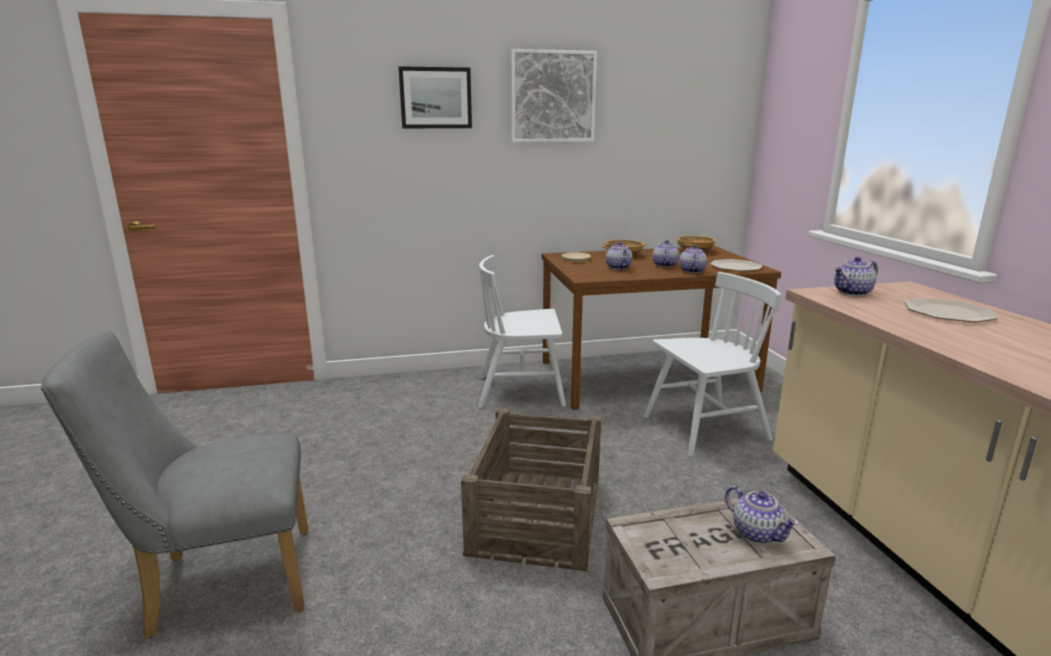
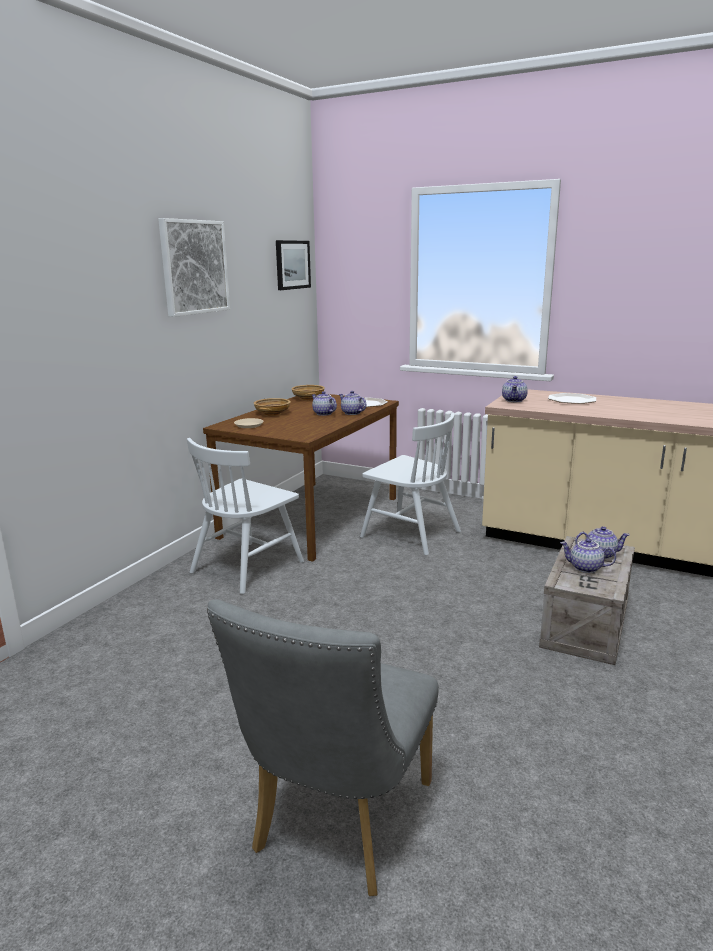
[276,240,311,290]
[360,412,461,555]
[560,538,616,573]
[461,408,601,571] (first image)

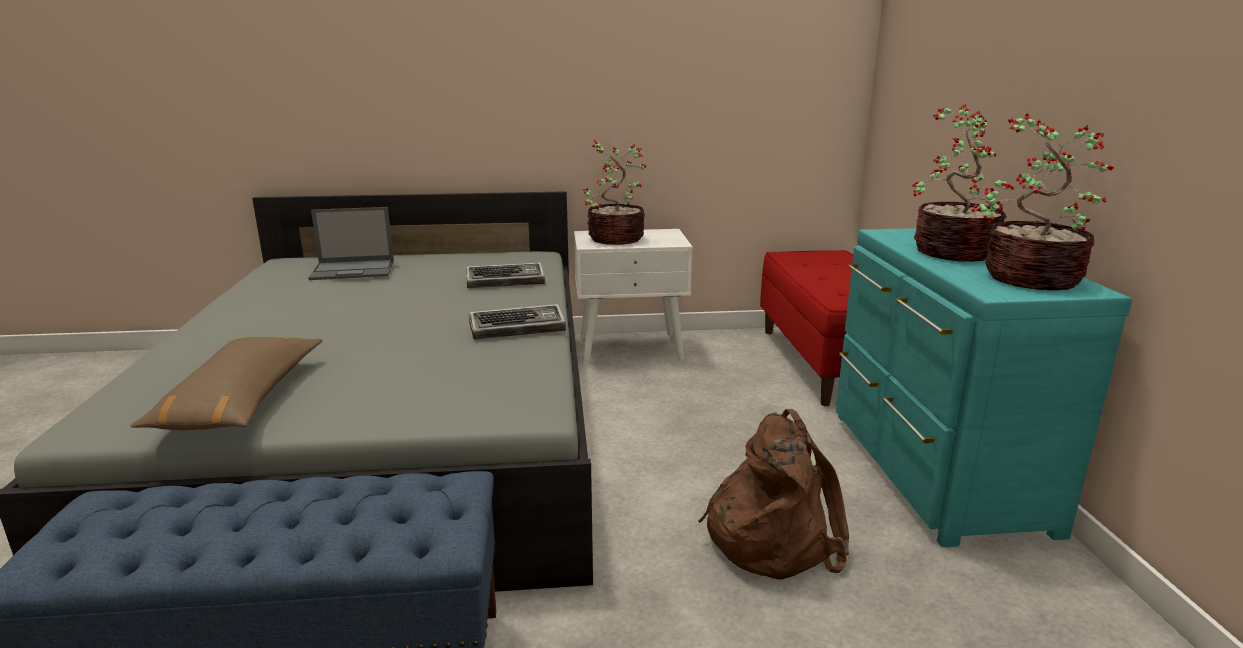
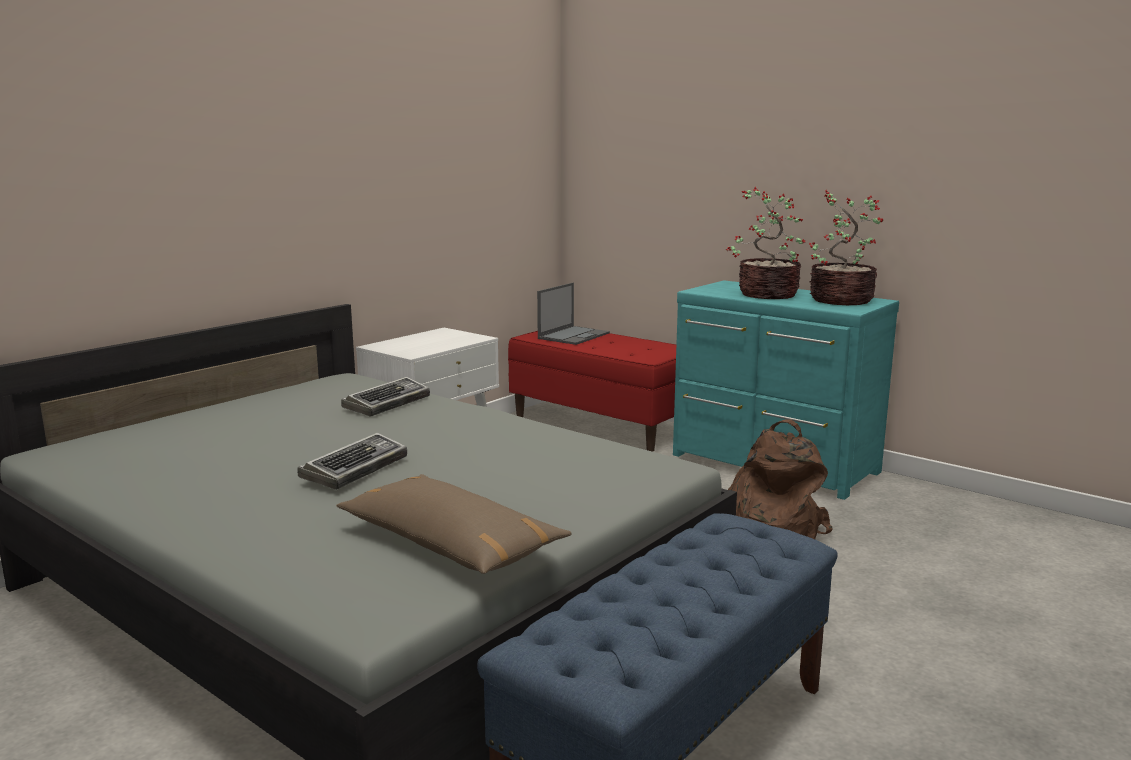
[297,433,407,490]
[537,283,610,345]
[583,139,647,245] (first image)

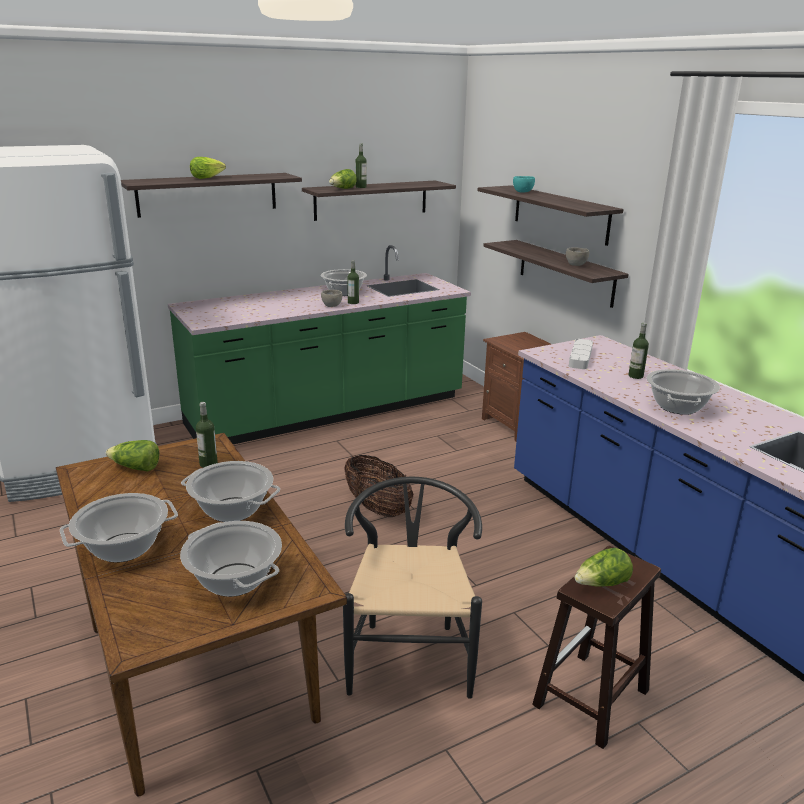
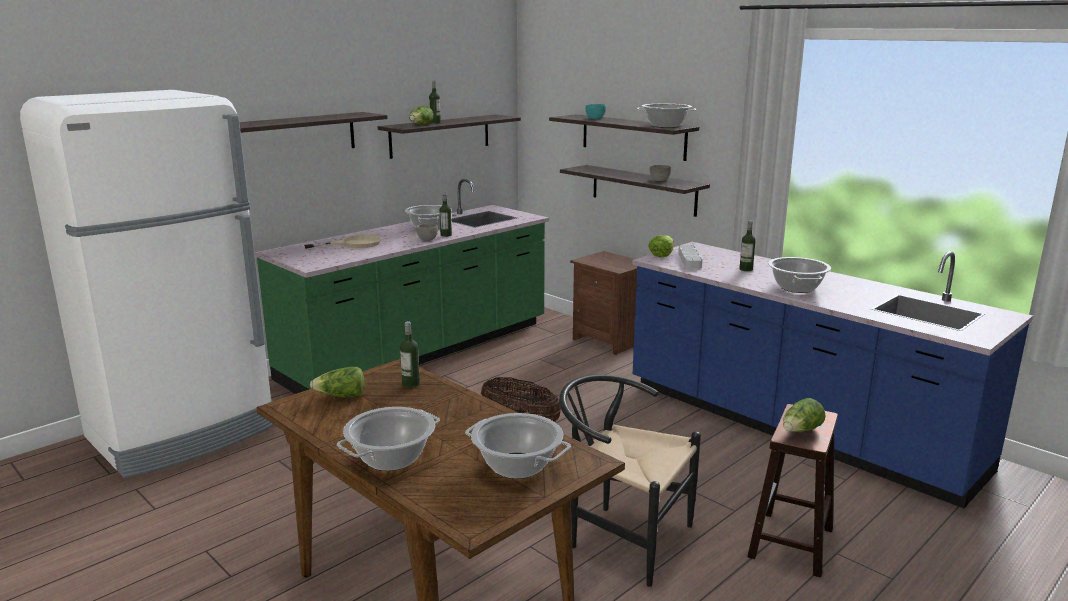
[303,235,381,249]
[559,374,701,587]
[637,104,697,128]
[648,235,674,257]

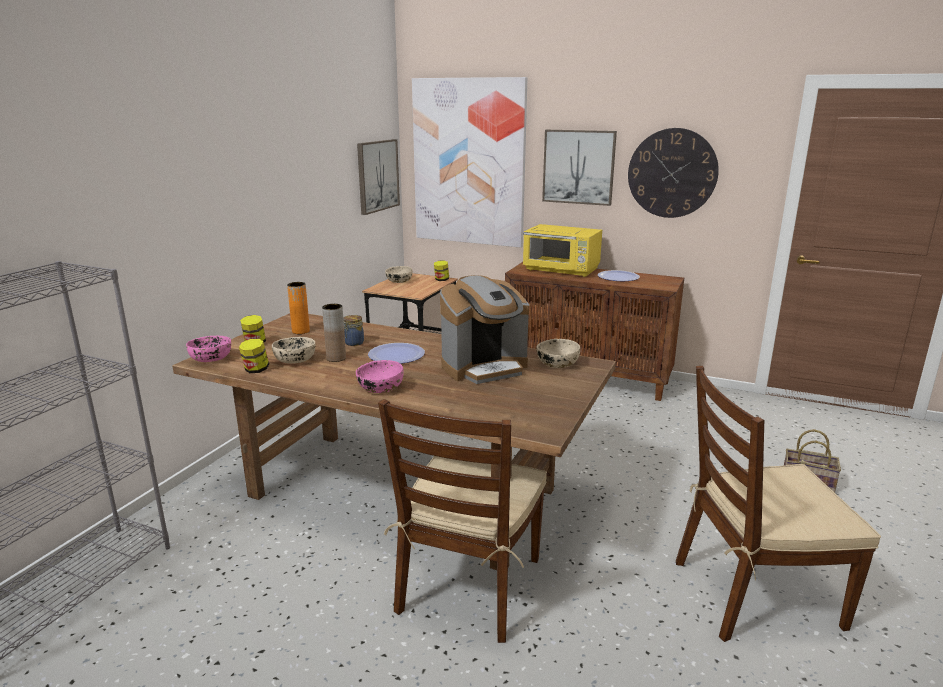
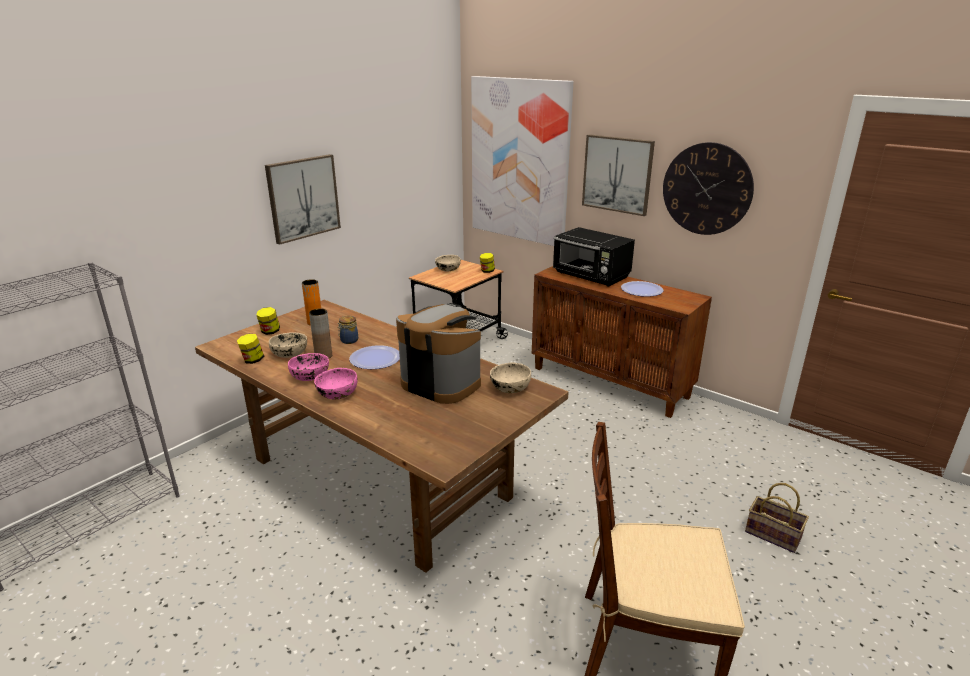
[265,154,341,245]
[288,353,329,381]
[396,303,481,404]
[553,227,635,287]
[378,399,547,643] (first image)

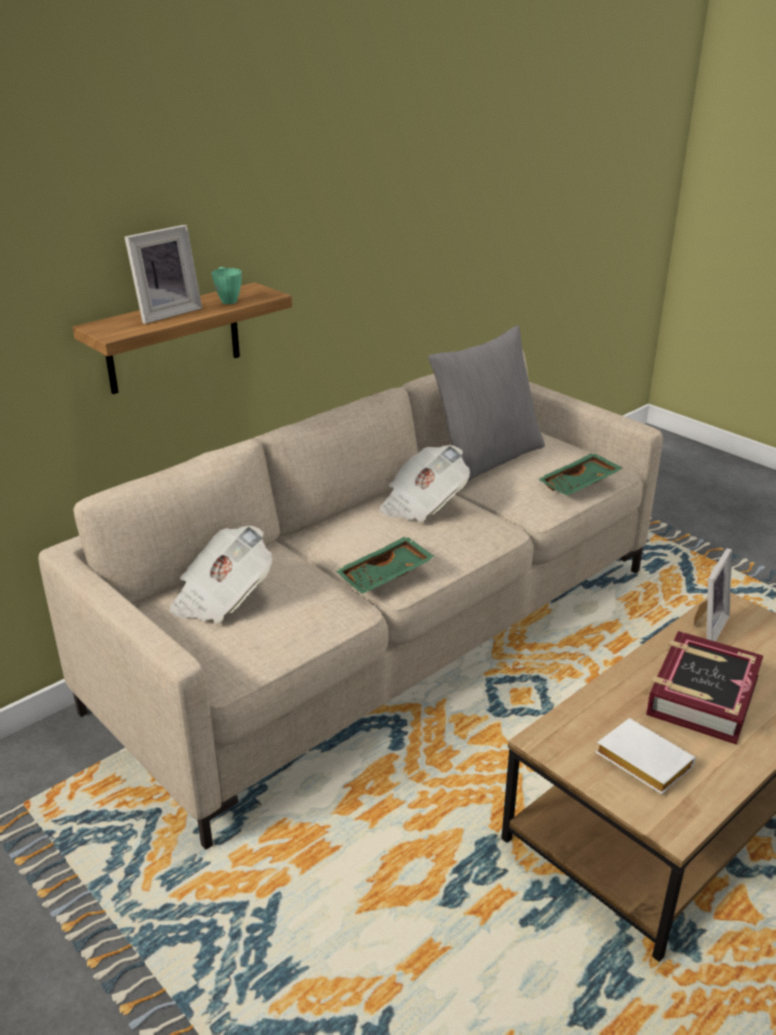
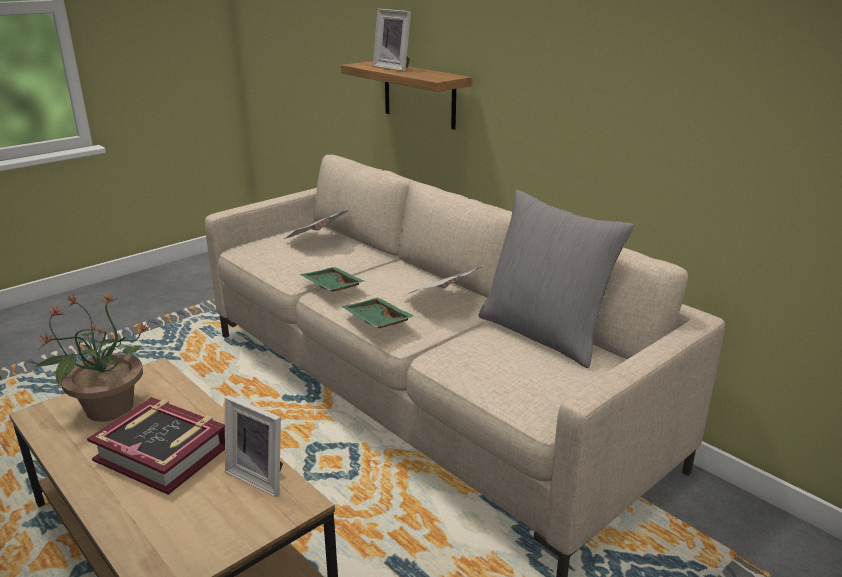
[34,292,149,422]
[341,298,415,328]
[212,267,242,304] (first image)

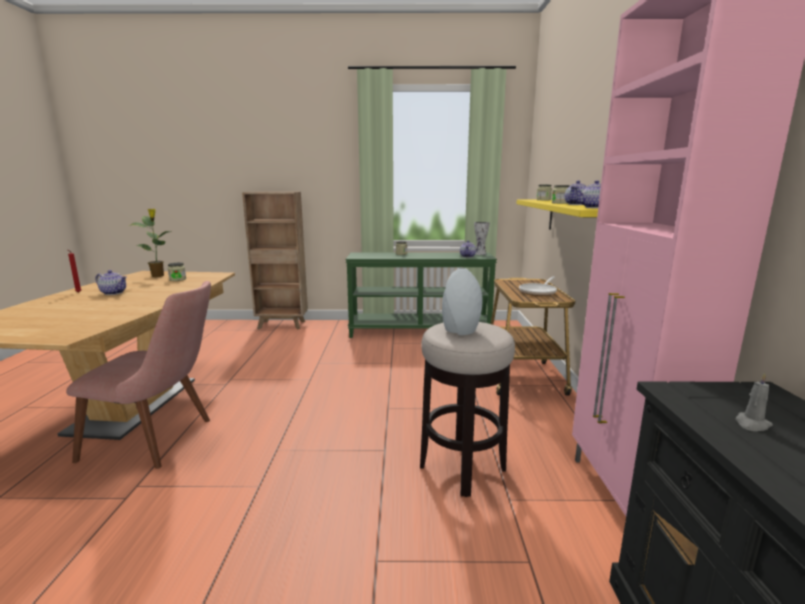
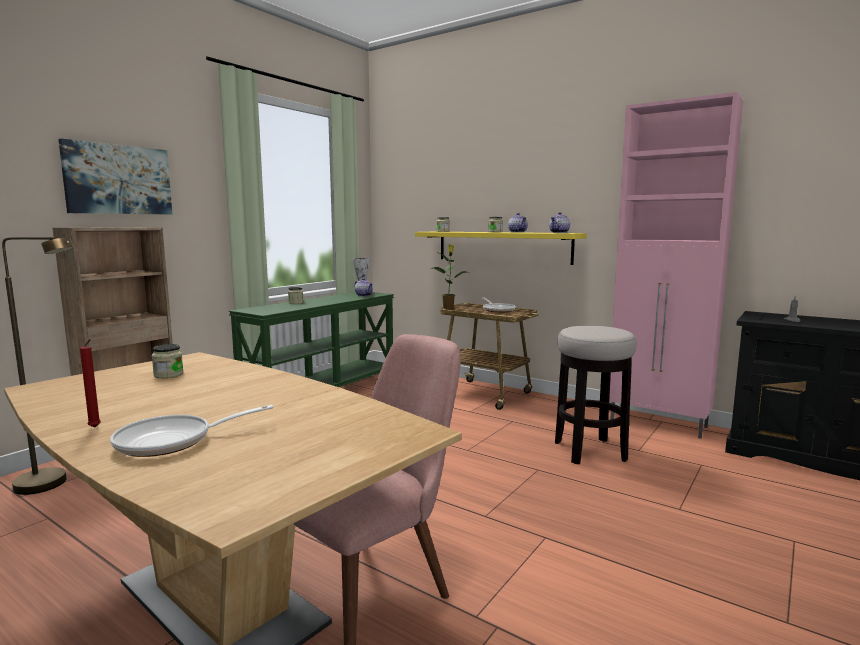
[2,237,74,495]
[58,139,172,215]
[110,405,274,457]
[430,244,468,309]
[96,270,127,295] (first image)
[442,268,483,335] (first image)

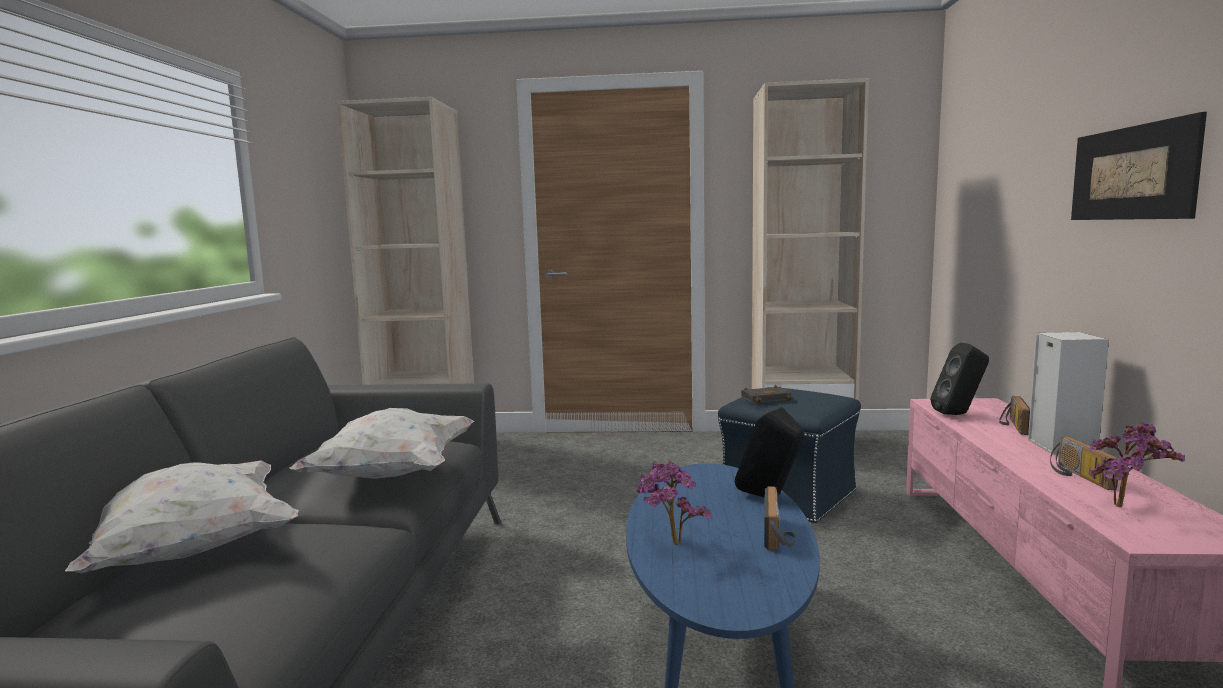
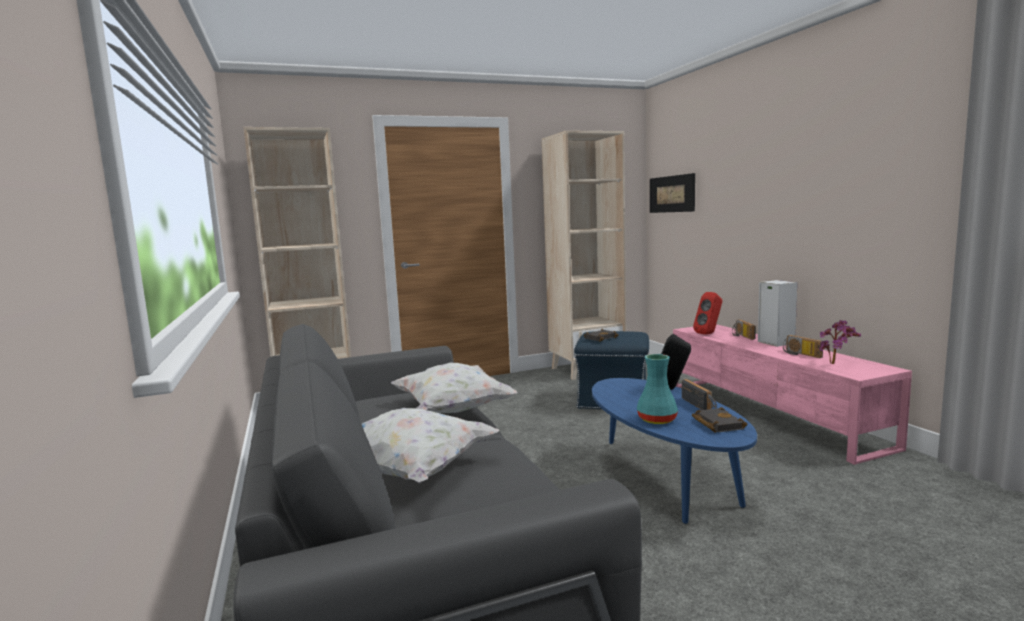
[637,354,678,424]
[650,173,695,213]
[692,407,747,433]
[693,292,722,334]

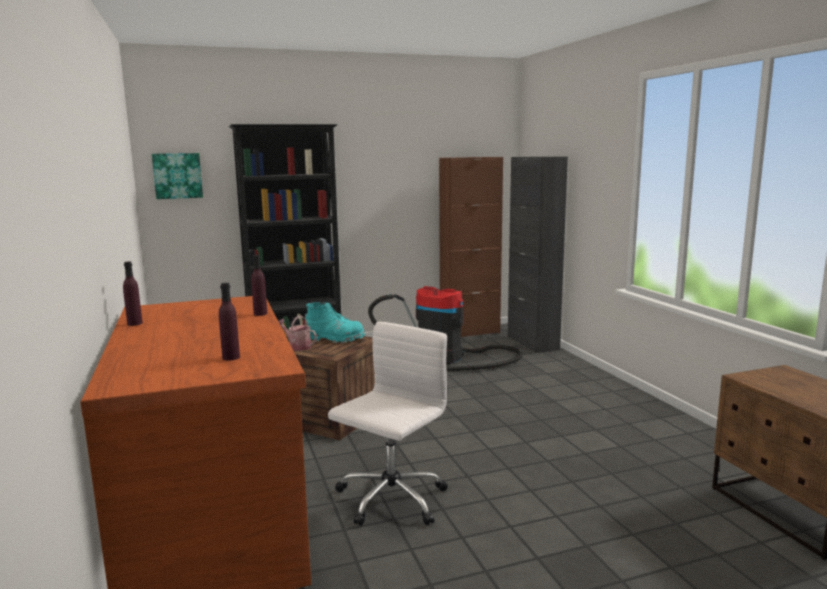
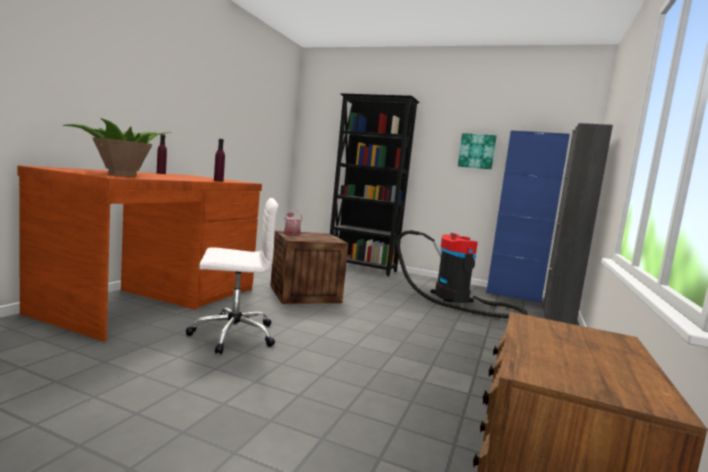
[63,118,171,177]
[458,133,496,169]
[486,130,570,303]
[305,302,365,343] (first image)

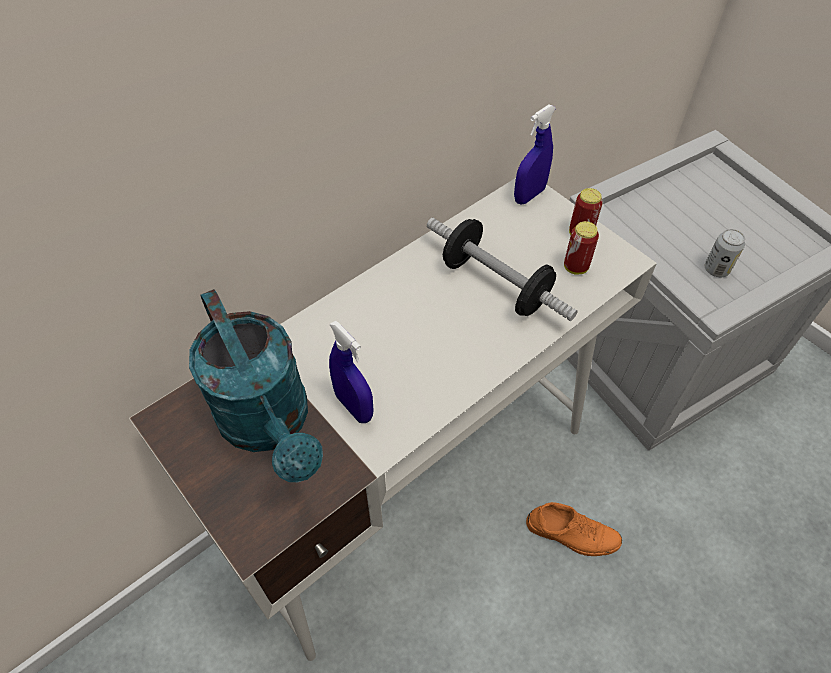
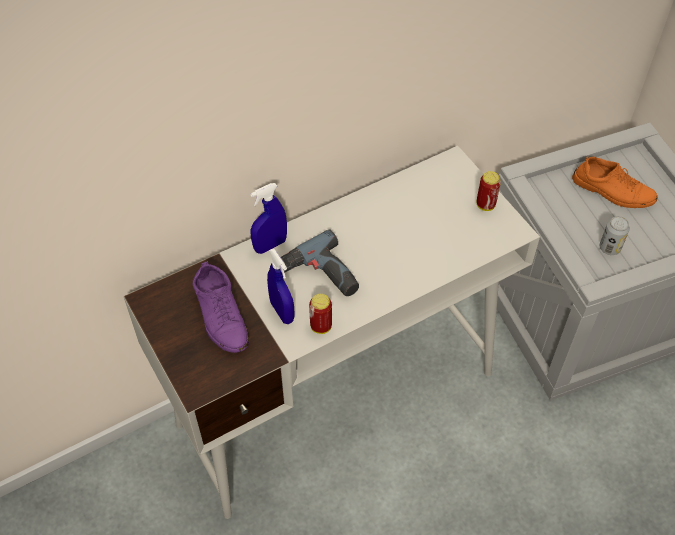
[193,261,249,353]
[250,183,287,254]
[281,229,359,296]
[309,294,332,334]
[572,156,657,208]
[427,218,578,321] (first image)

